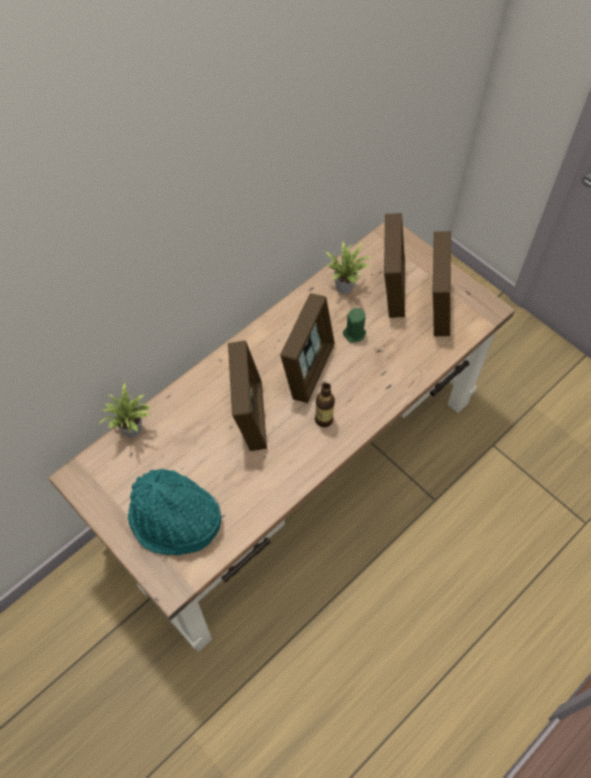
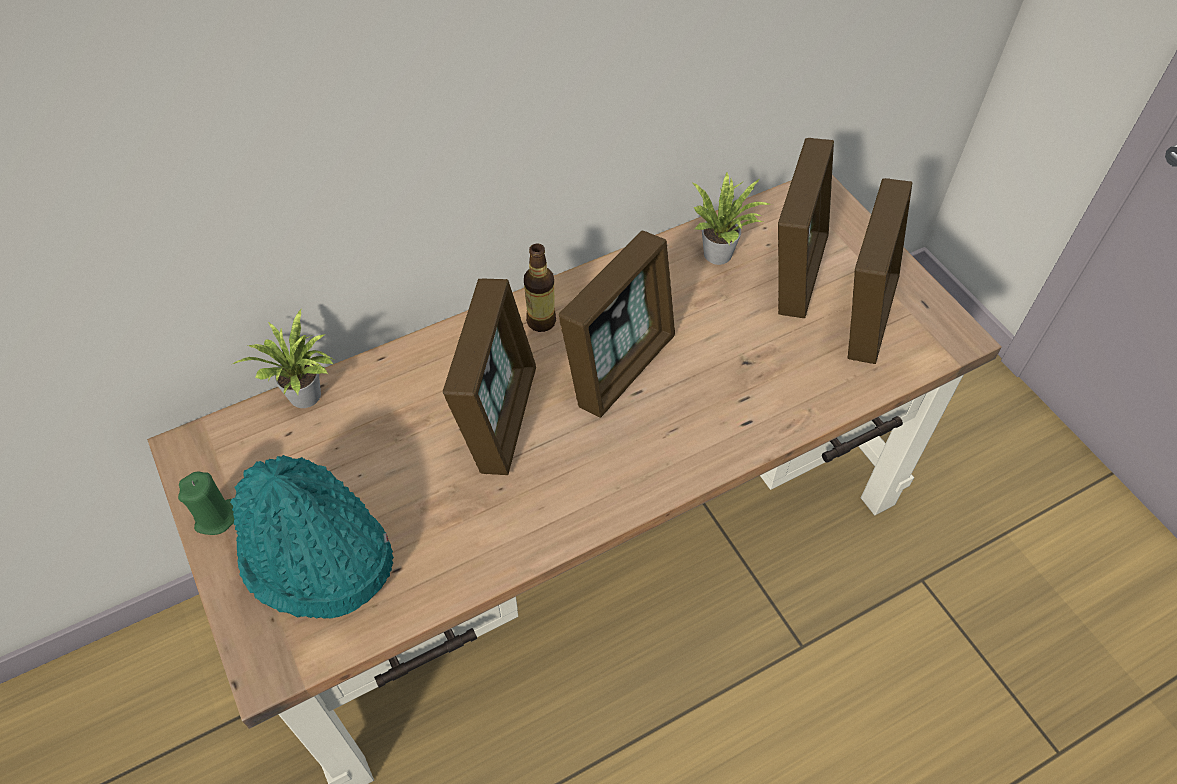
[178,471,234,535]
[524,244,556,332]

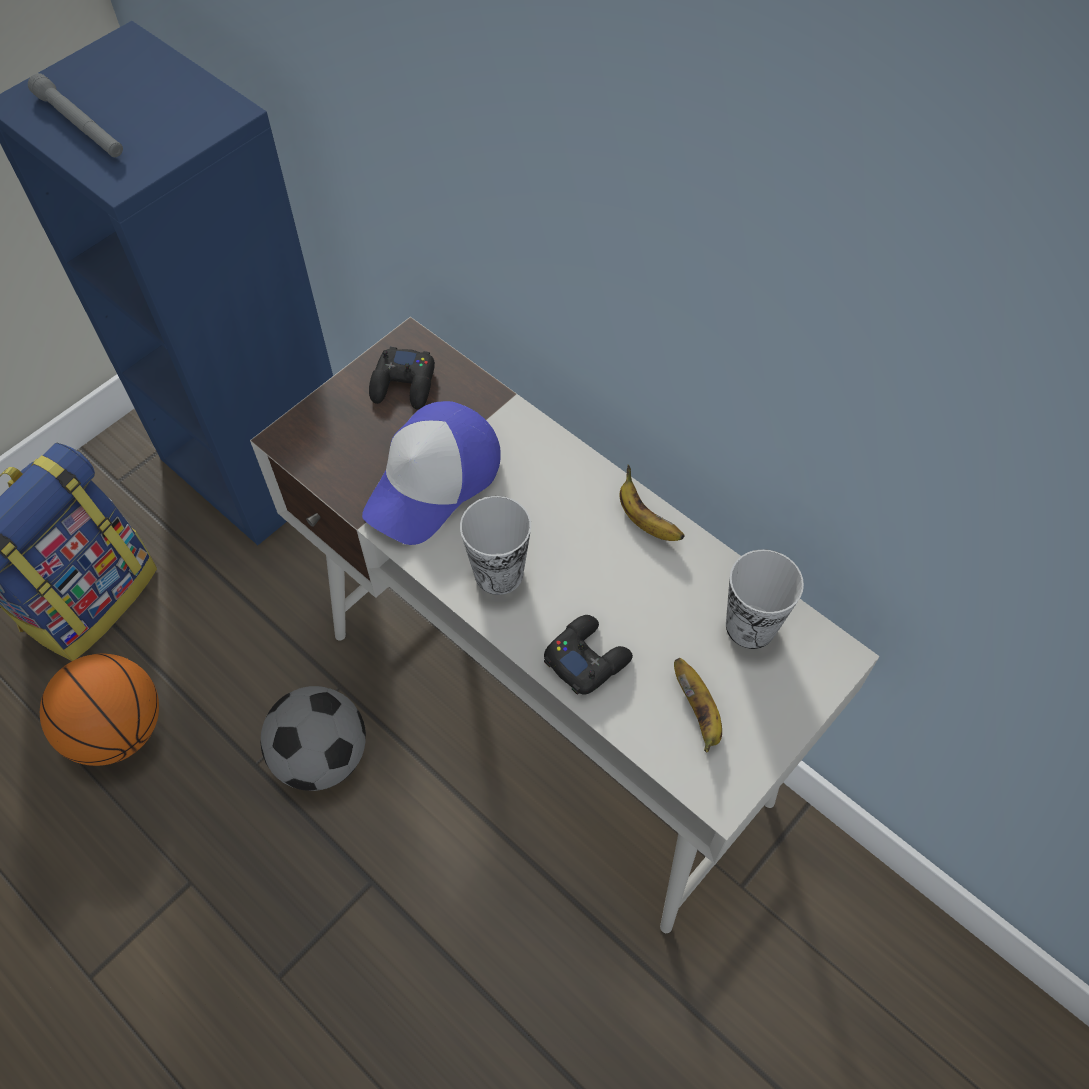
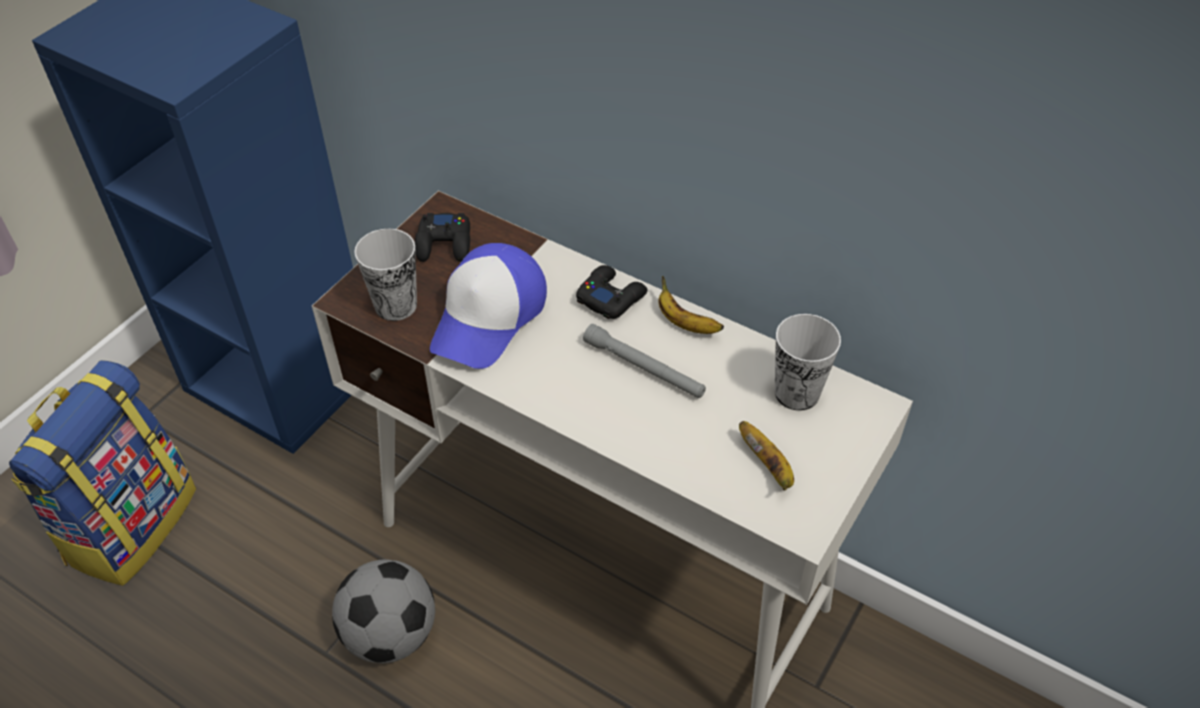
[354,228,417,321]
[576,265,647,319]
[583,324,706,398]
[40,654,159,766] (first image)

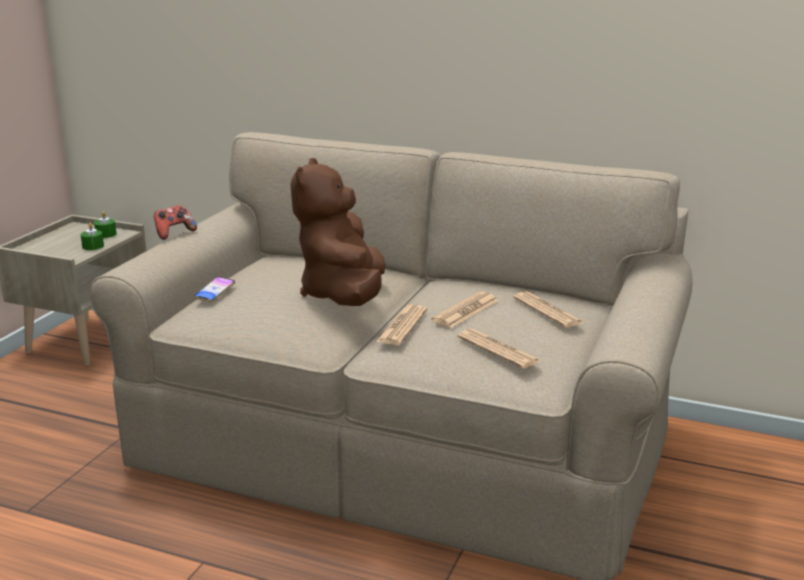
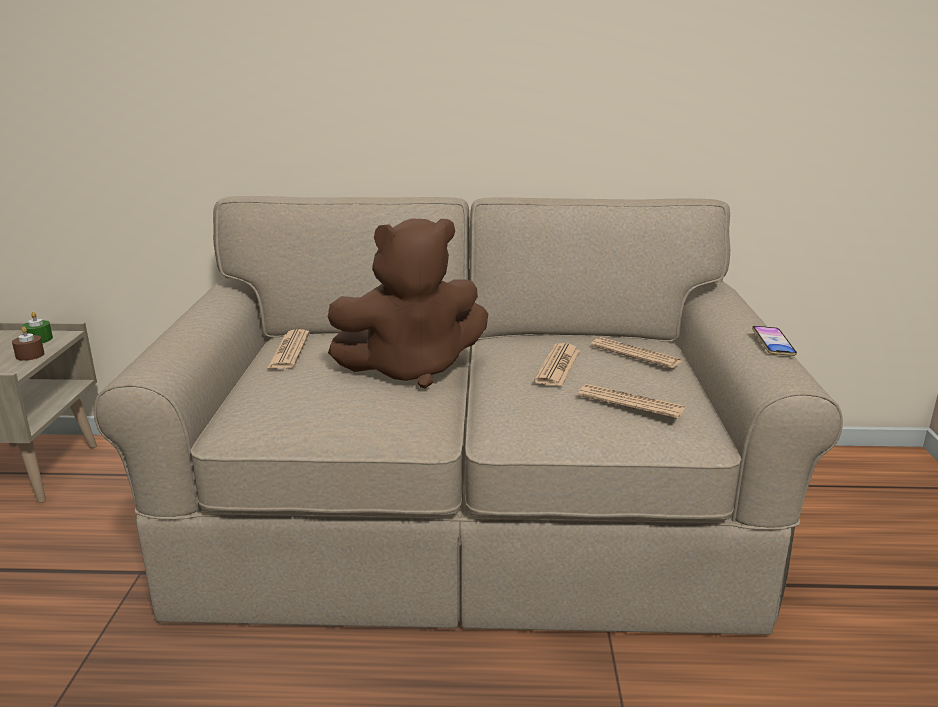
[12,326,45,361]
[267,329,309,369]
[328,218,488,388]
[752,326,797,356]
[154,205,197,240] (first image)

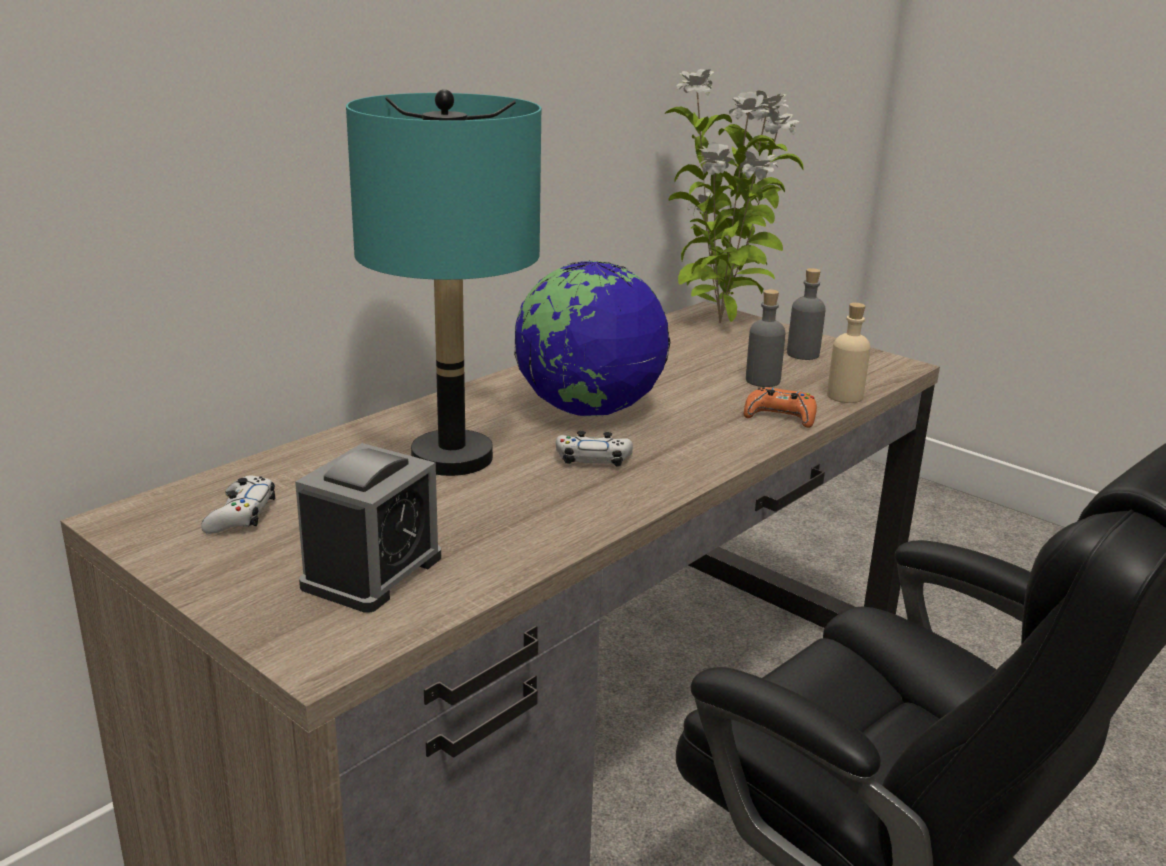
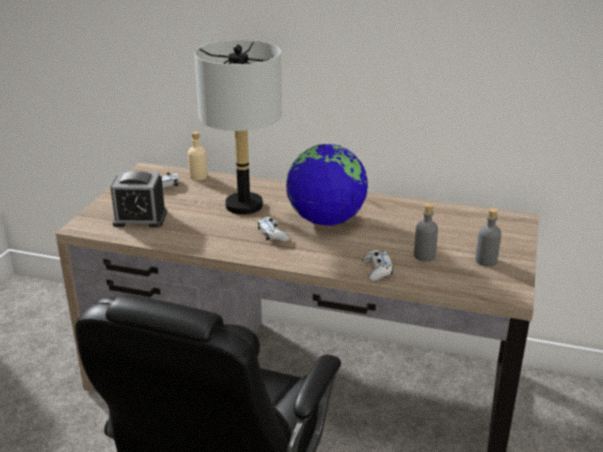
[188,131,207,181]
[194,40,282,215]
[362,250,393,281]
[665,69,803,323] (first image)

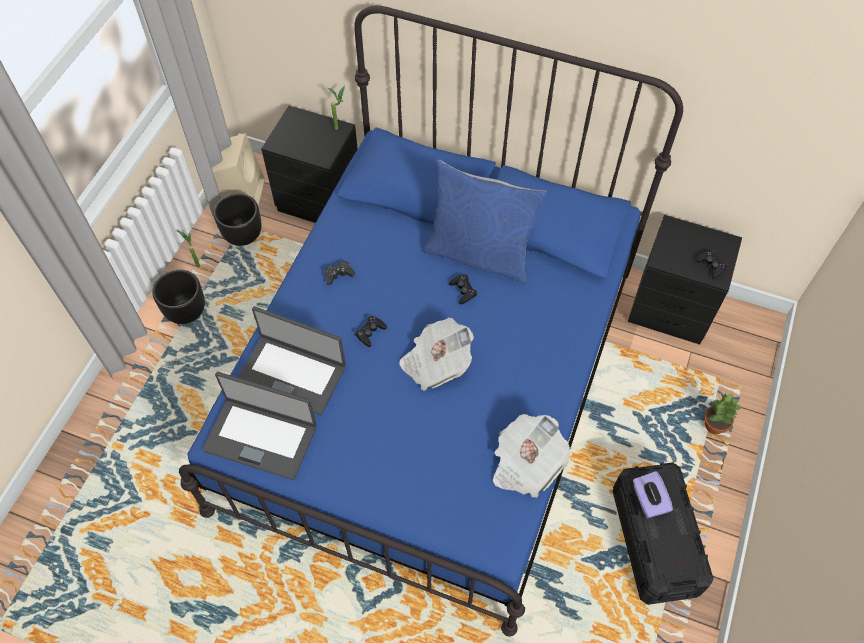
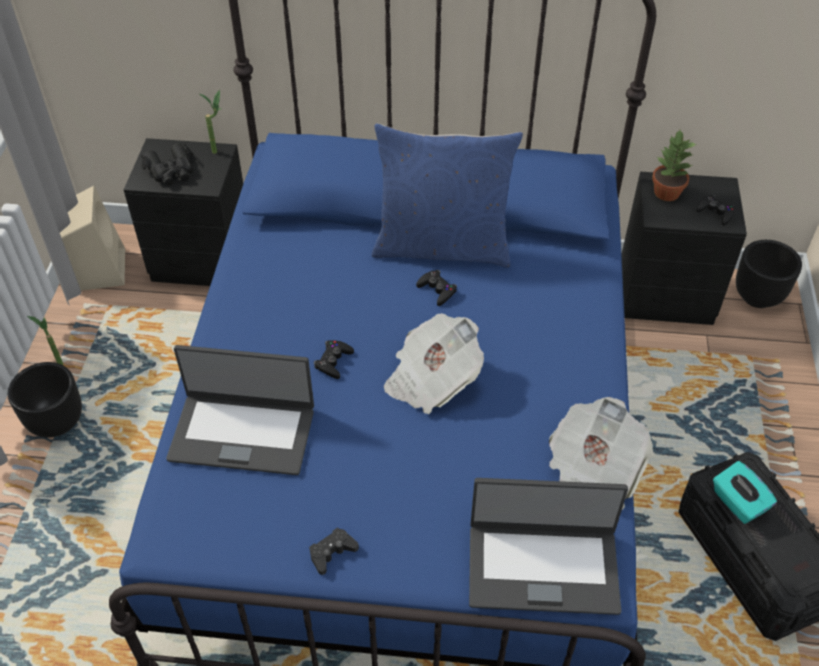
[141,143,194,186]
[309,528,359,575]
[469,478,628,615]
[652,130,697,201]
[713,461,777,524]
[736,240,802,308]

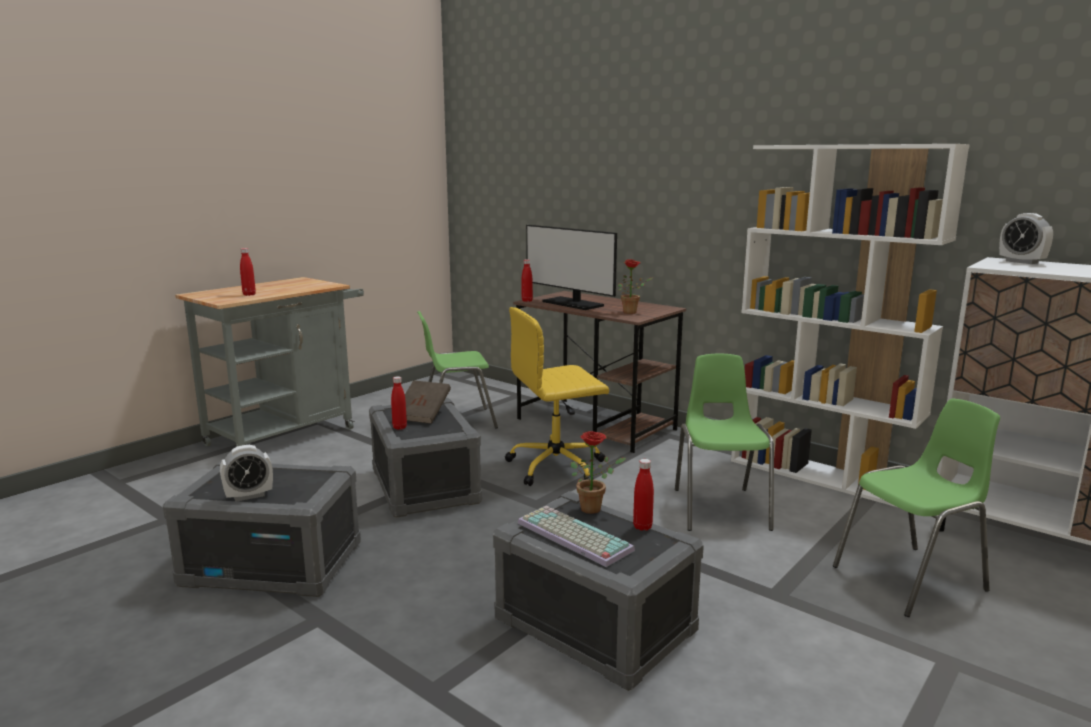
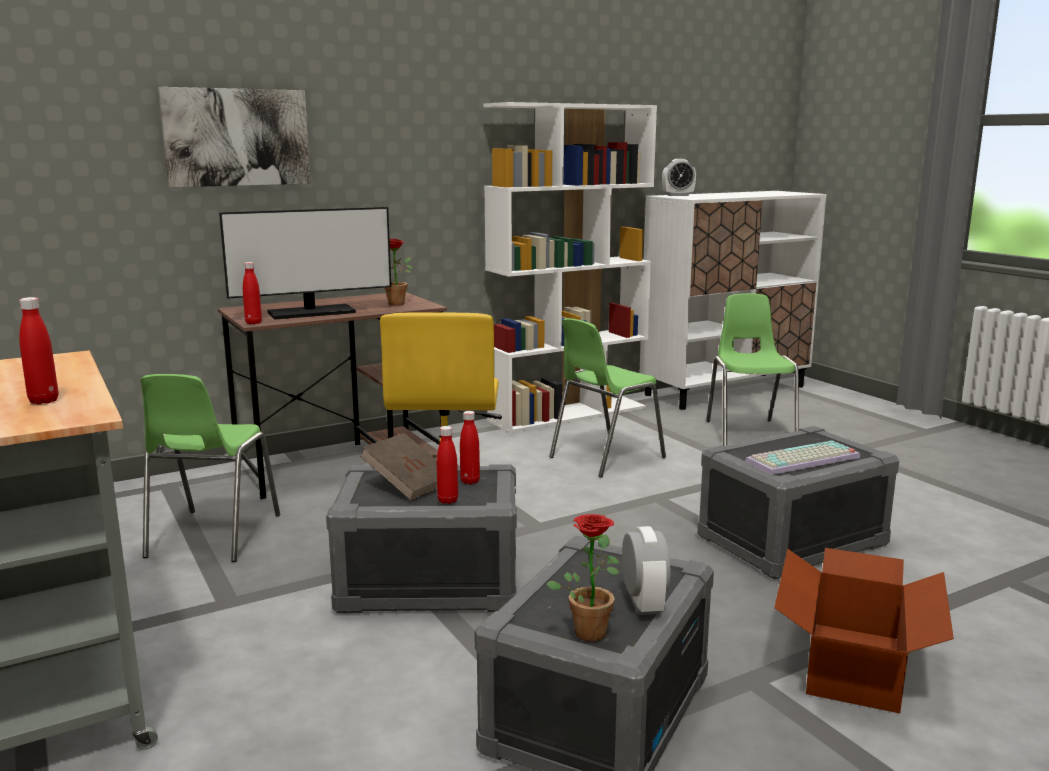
[158,87,311,187]
[460,411,480,484]
[546,514,620,642]
[549,318,666,478]
[774,548,954,713]

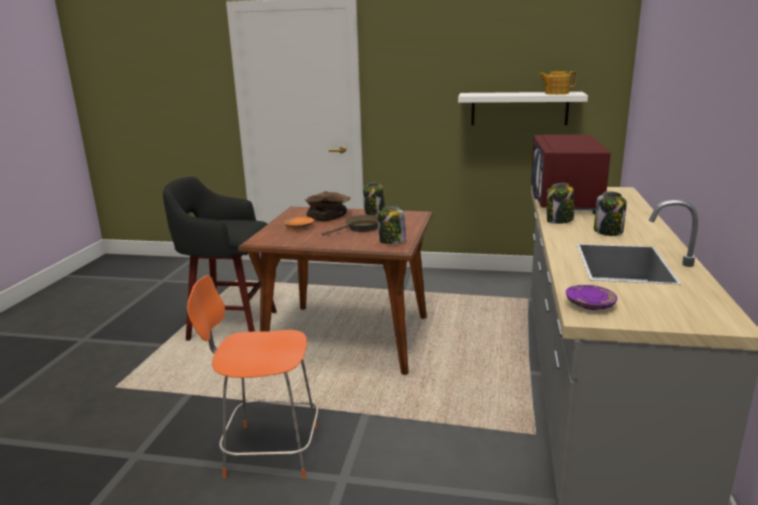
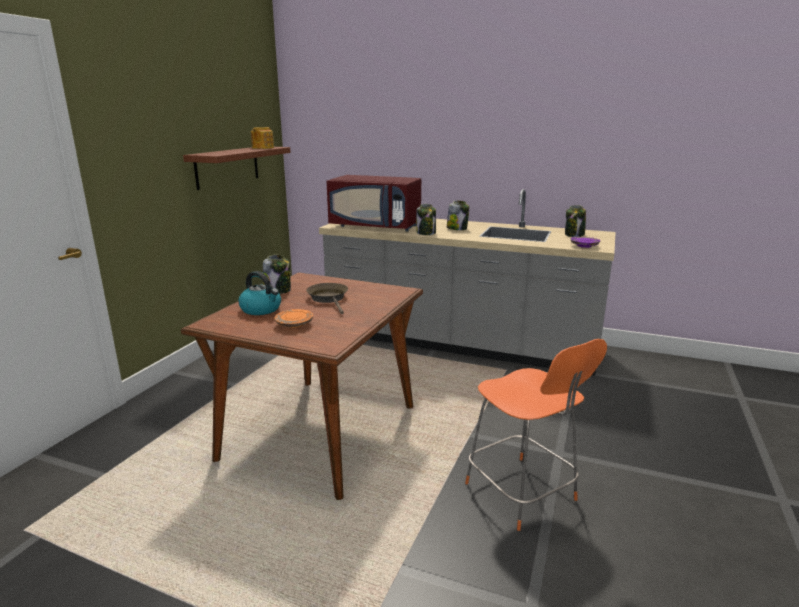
[183,147,291,190]
[239,271,281,315]
[465,339,607,531]
[565,205,586,237]
[163,177,277,341] (first image)

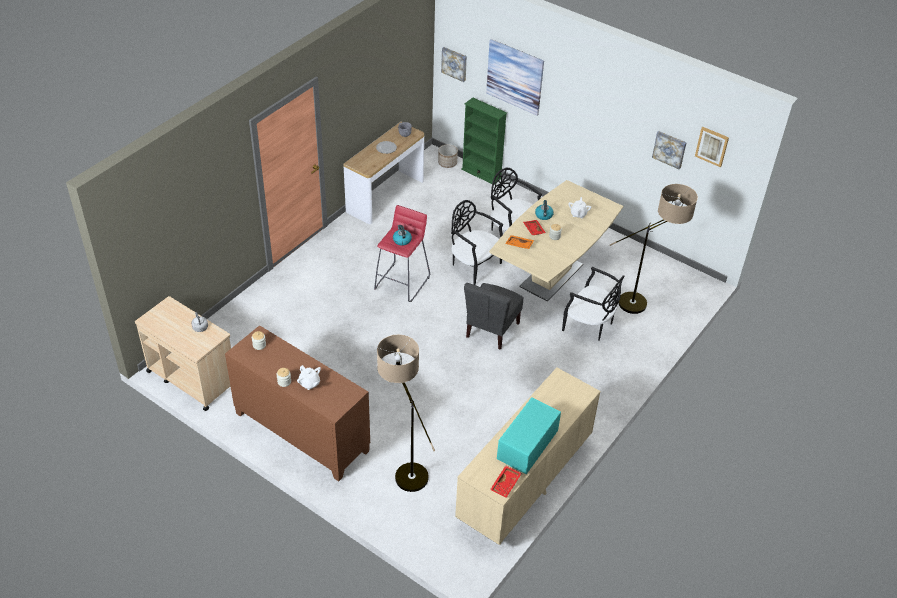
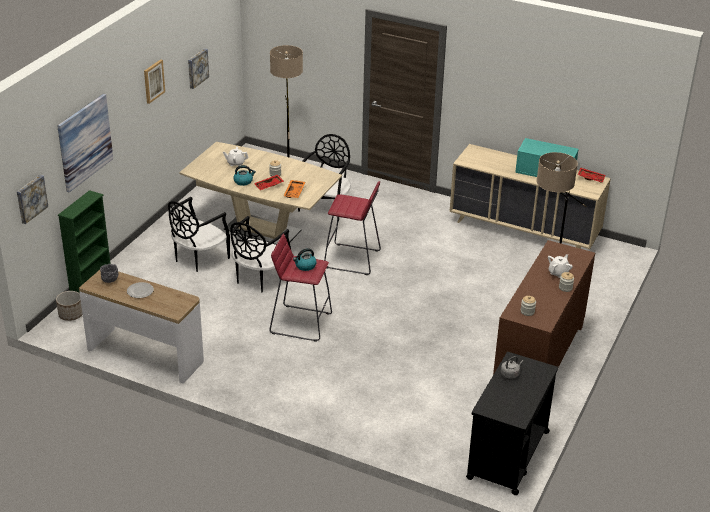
[144,59,165,104]
[324,181,381,275]
[466,352,558,495]

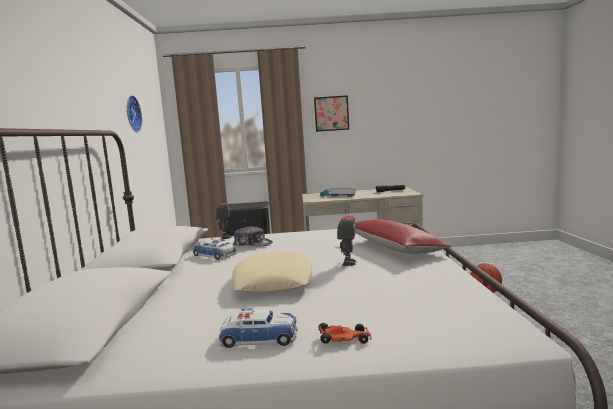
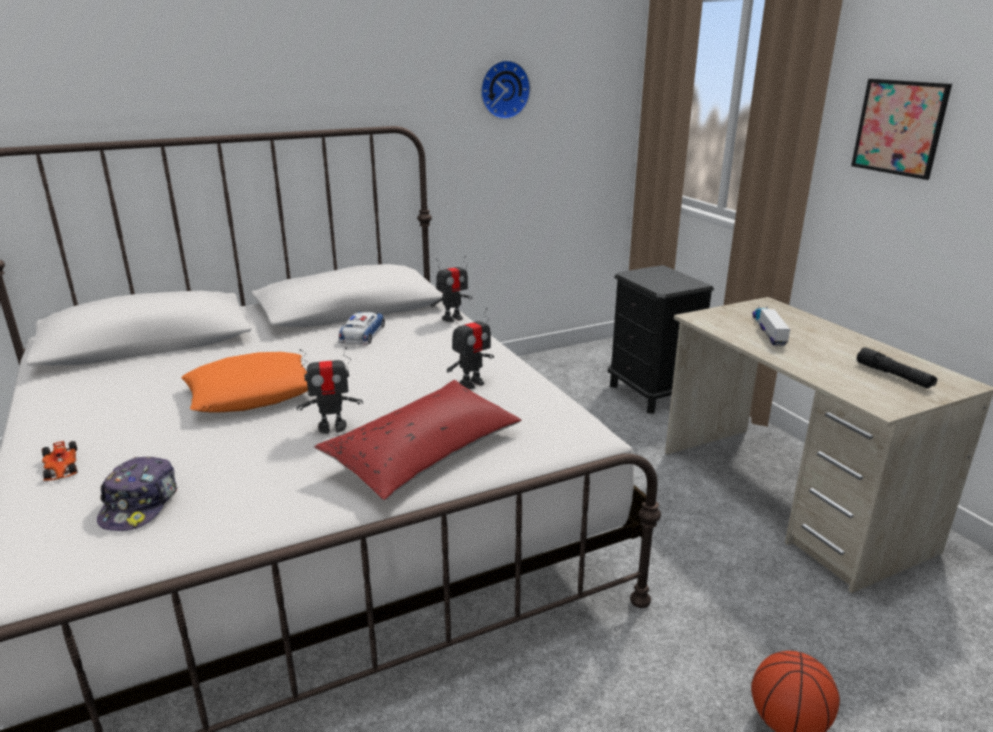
[97,457,177,531]
[181,352,308,413]
[447,308,494,389]
[219,308,298,348] (first image)

